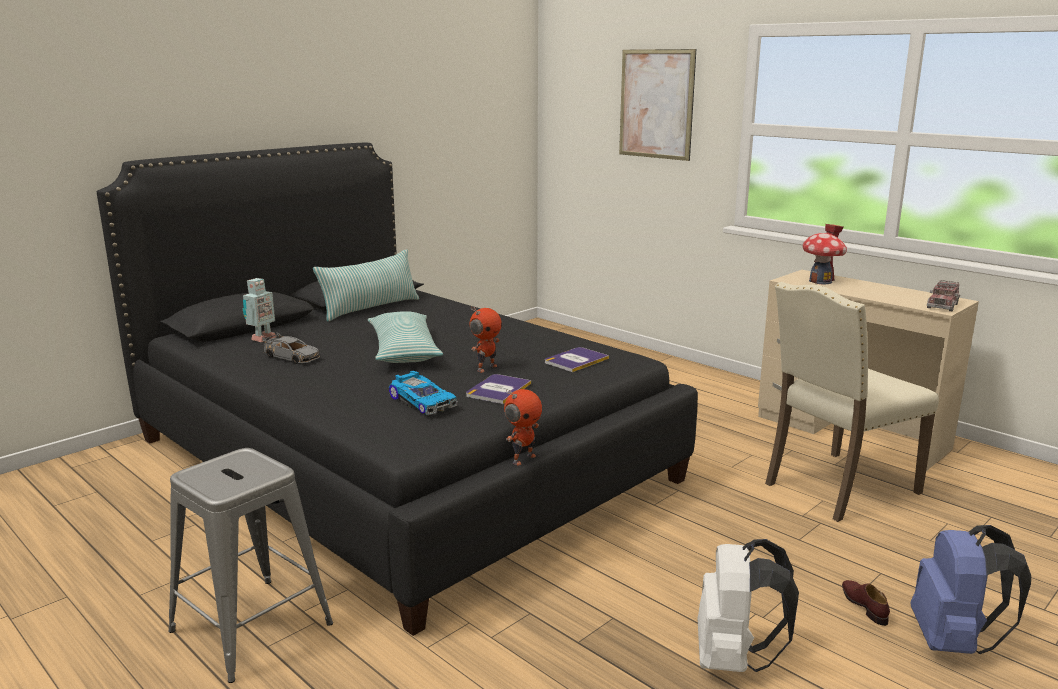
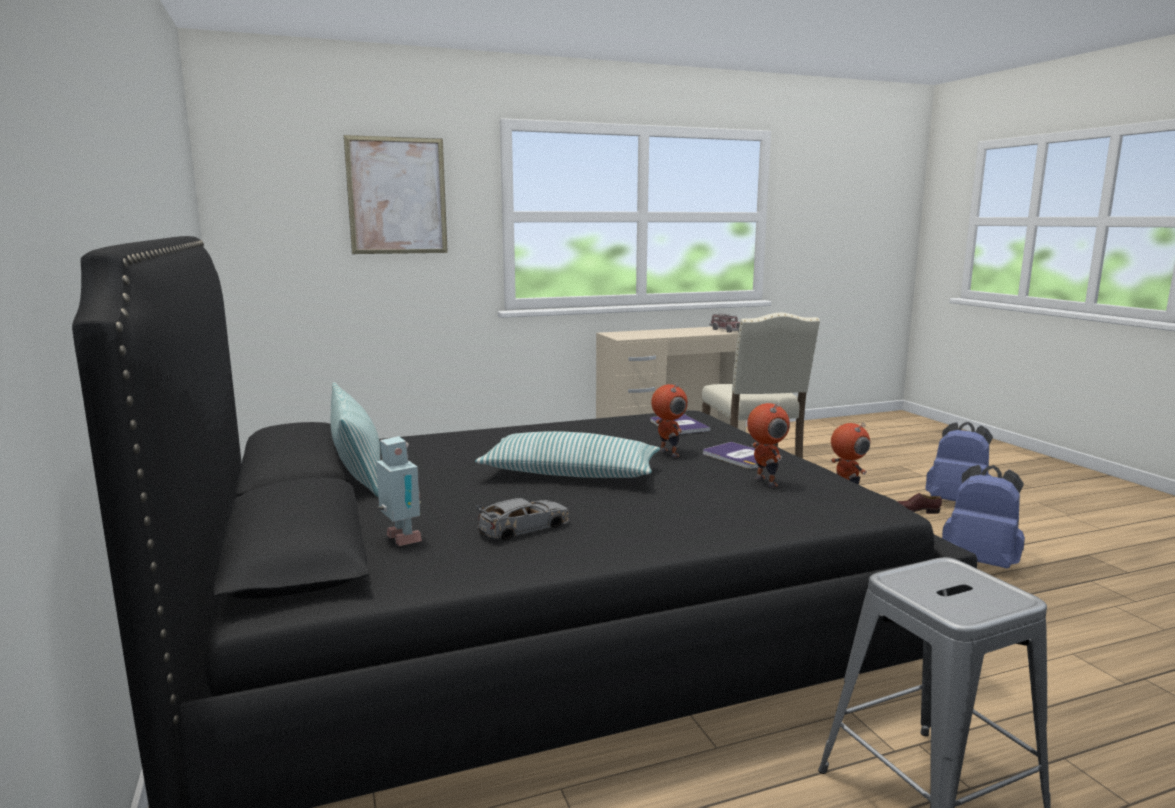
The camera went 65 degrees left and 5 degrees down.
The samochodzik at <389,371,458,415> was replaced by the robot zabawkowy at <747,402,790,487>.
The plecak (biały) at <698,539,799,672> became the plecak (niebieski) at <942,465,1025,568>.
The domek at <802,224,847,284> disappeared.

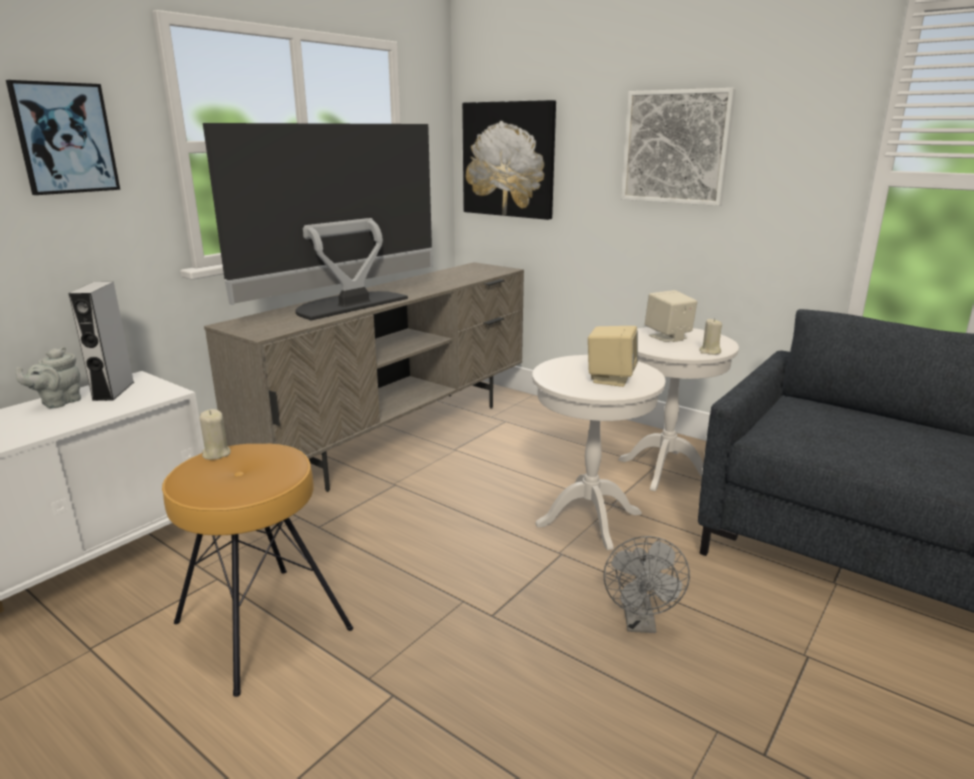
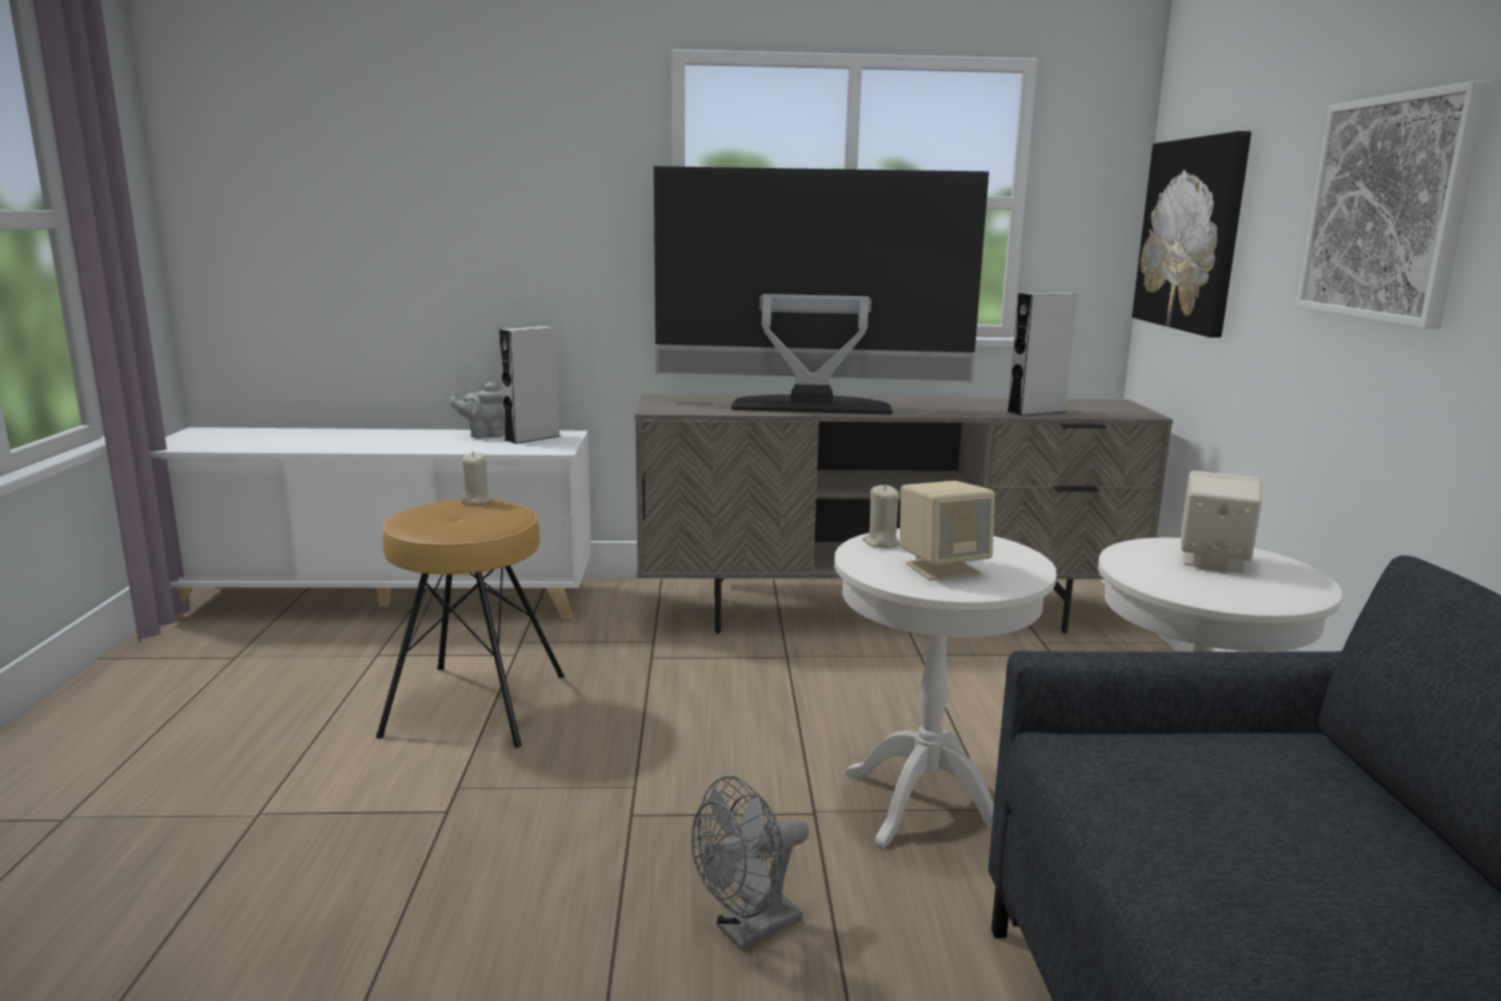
The camera went 50 degrees right and 5 degrees down.
The obraz at <6,80,120,195> disappeared.
The świeca (beżowy) moved from <699,318,722,355> to <862,485,900,548>.
The głośnik (szary) at <1006,292,1078,416> appeared.

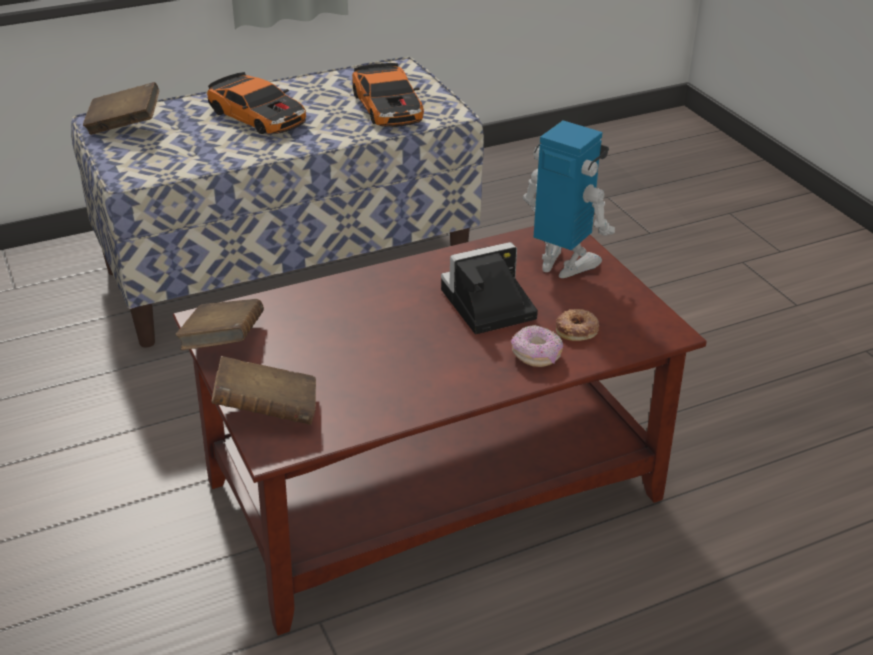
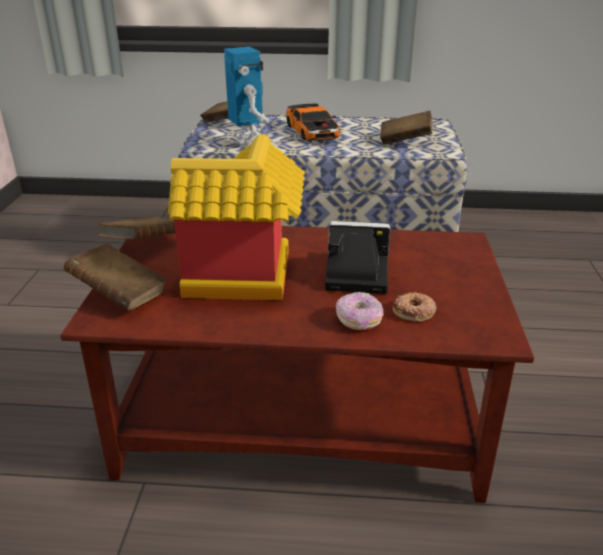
The camera went 30 degrees right and 5 degrees down.
The samochodzik at <352,63,424,127> was replaced by the książka (brązowy) at <380,111,433,145>.
The robot zabawkowy moved from <523,120,615,278> to <224,47,274,148>.
The domek at <168,134,305,300> appeared.

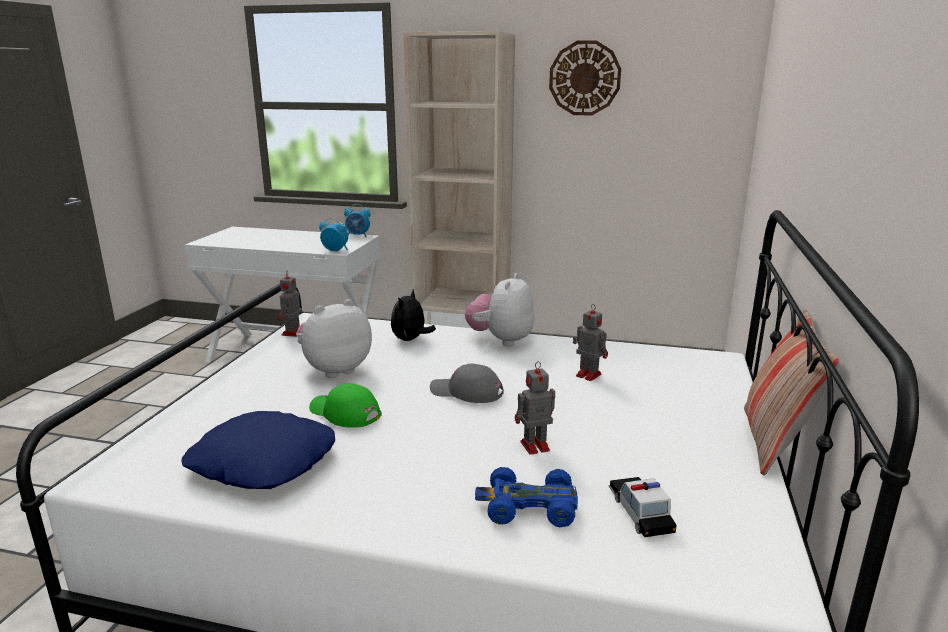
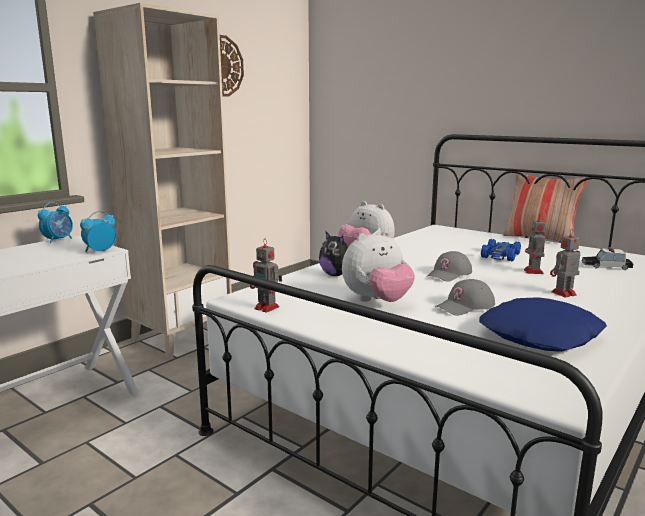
The camera went 65 degrees left and 5 degrees down.
The pluszak at <296,299,372,378> turned 105 degrees counterclockwise.
The czapka z daszkiem (zielony) at <309,383,382,428> became the czapka z daszkiem (szary) at <435,279,495,316>.
The samochodzik (niebieski) moved from <475,467,578,527> to <481,239,521,261>.
The robot zabawkowy moved from <573,304,608,381> to <550,229,580,298>.

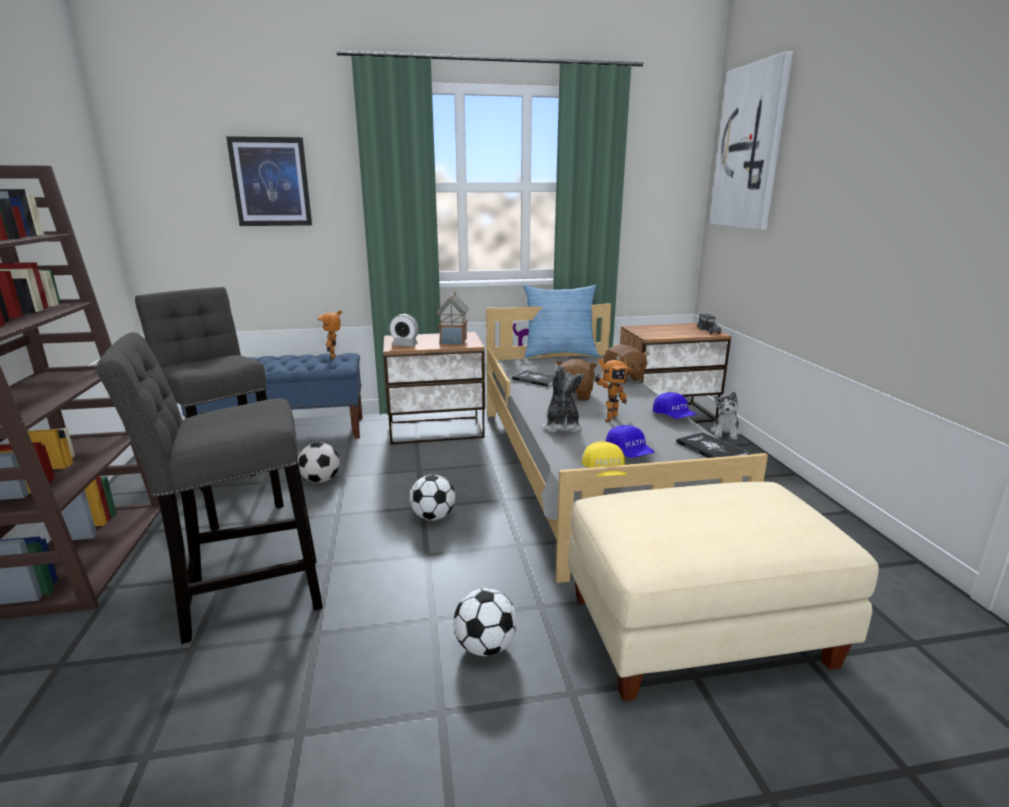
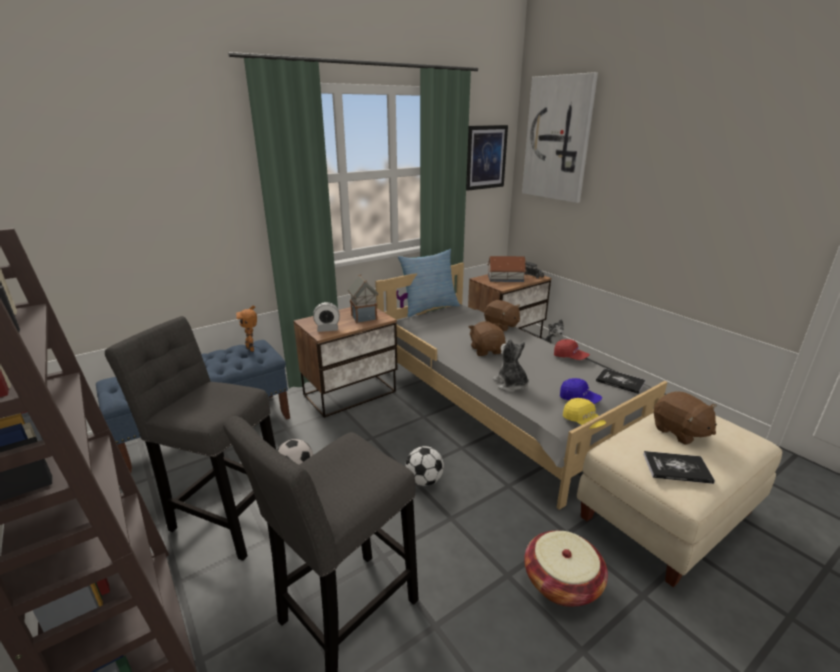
The camera went 25 degrees left and 5 degrees up.
The obraz moved from <226,136,312,226> to <466,125,508,191>.
The piłka futbolowa at <453,588,517,656> was replaced by the koszyk at <524,531,608,607>.
The książka moved from <512,370,555,387> to <643,451,715,484>.
The robot zabawkowy at <594,358,631,422> disappeared.
The czapka z daszkiem (niebieski) at <653,392,697,419> became the czapka z daszkiem (czerwony) at <554,339,590,360>.
The domek at <487,256,526,282> appeared.
The pluszak (brązowy) at <654,392,717,445> appeared.

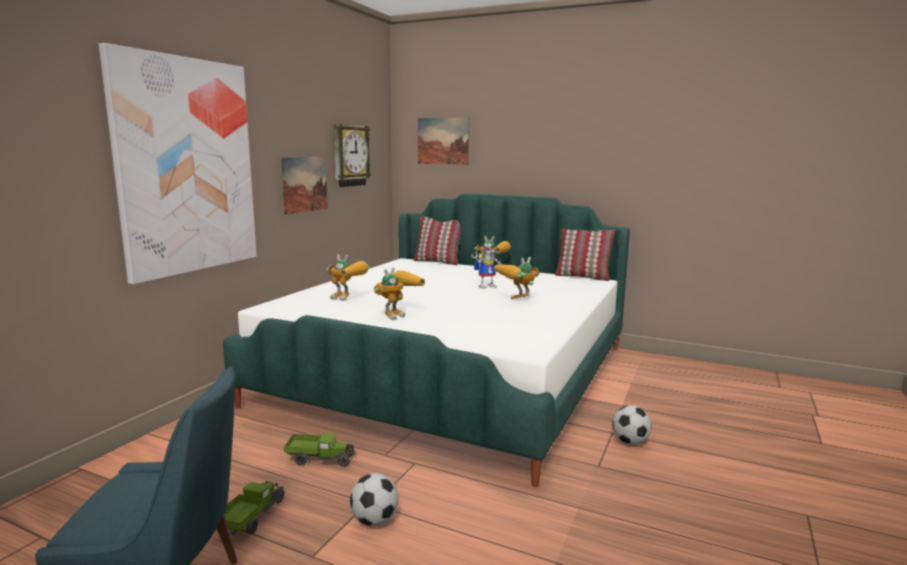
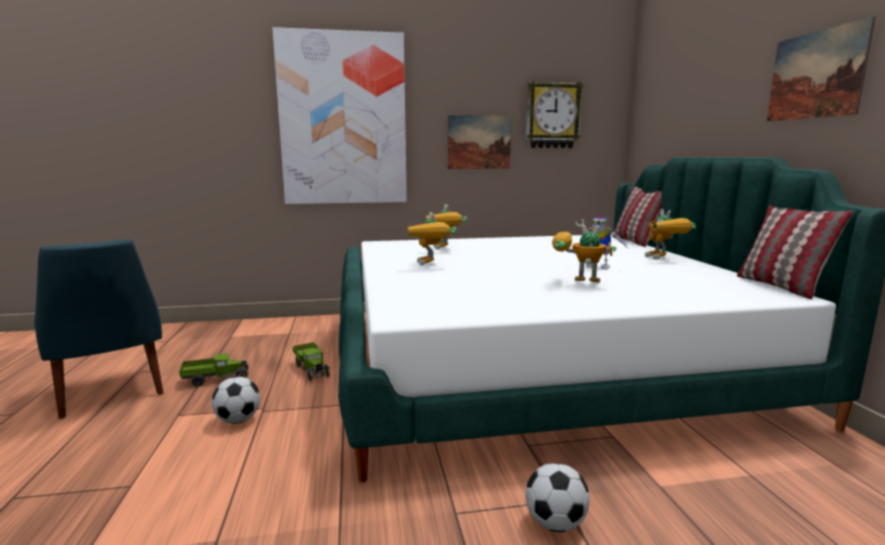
The camera went 55 degrees right and 0 degrees up.
The robot zabawkowy at <374,267,425,320> turned 75 degrees clockwise.
The obraz moved from <418,117,470,165> to <767,17,876,122>.

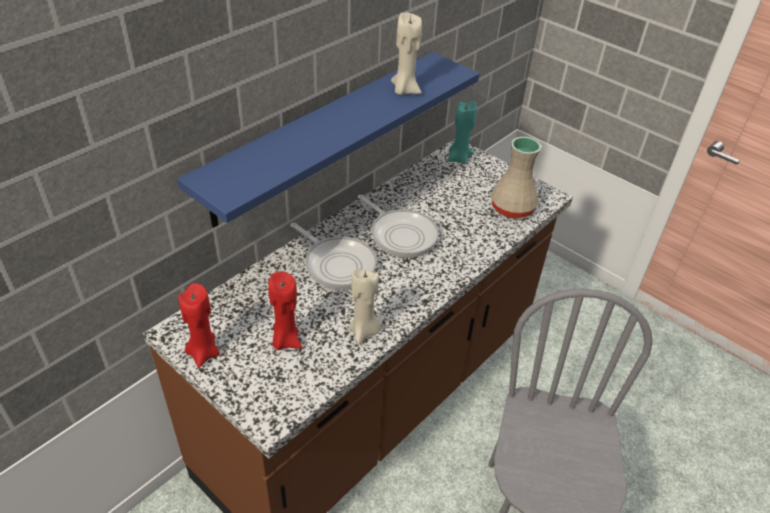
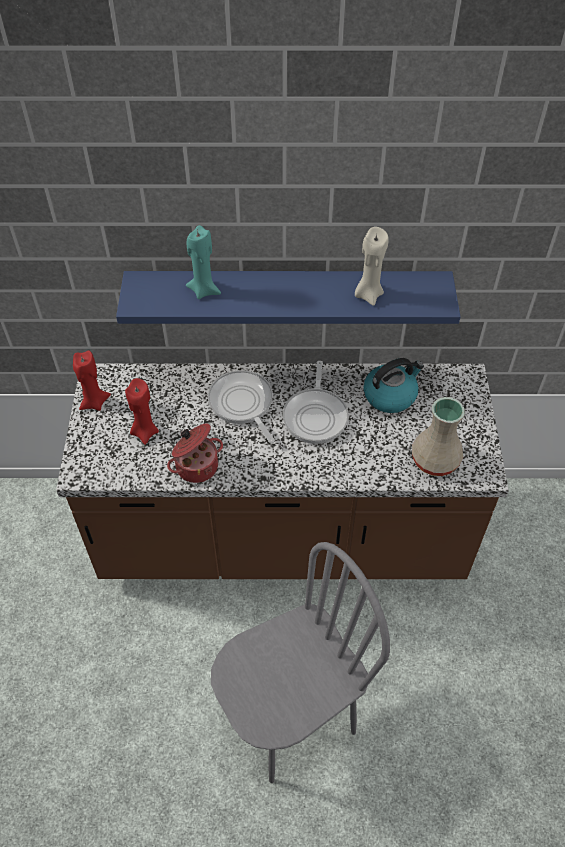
The camera went 50 degrees right and 10 degrees up.
The patelnia at <290,223,377,290> turned 150 degrees clockwise.
The świeca (beżowy) at <348,268,381,345> was replaced by the garnek at <167,424,223,483>.
The świeca (turkusowy) moved from <447,101,477,164> to <186,225,221,299>.
The czajnik at <363,358,424,413> appeared.

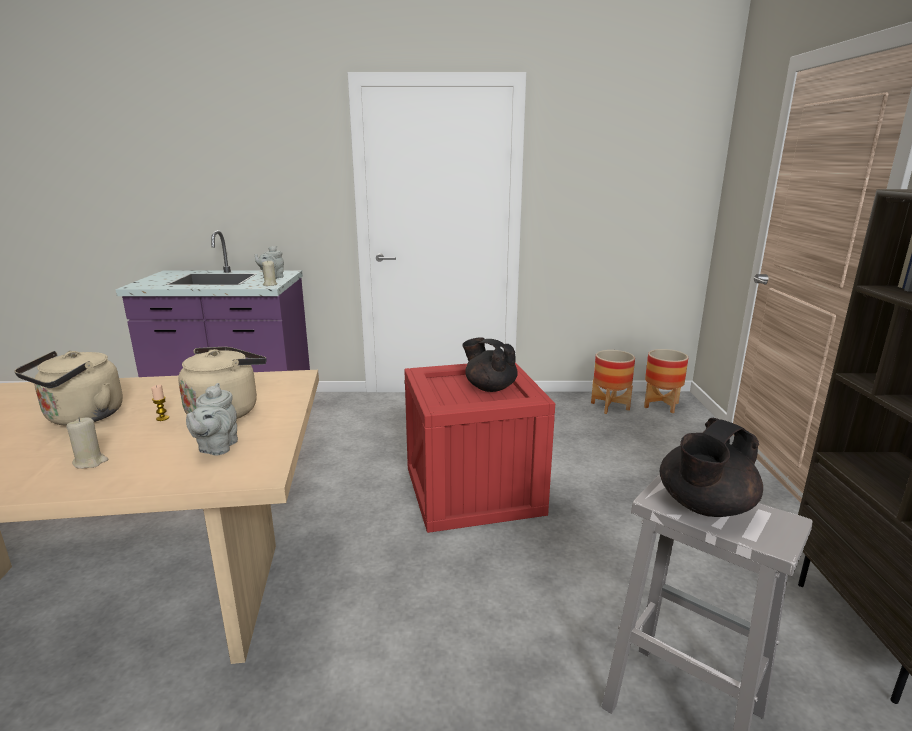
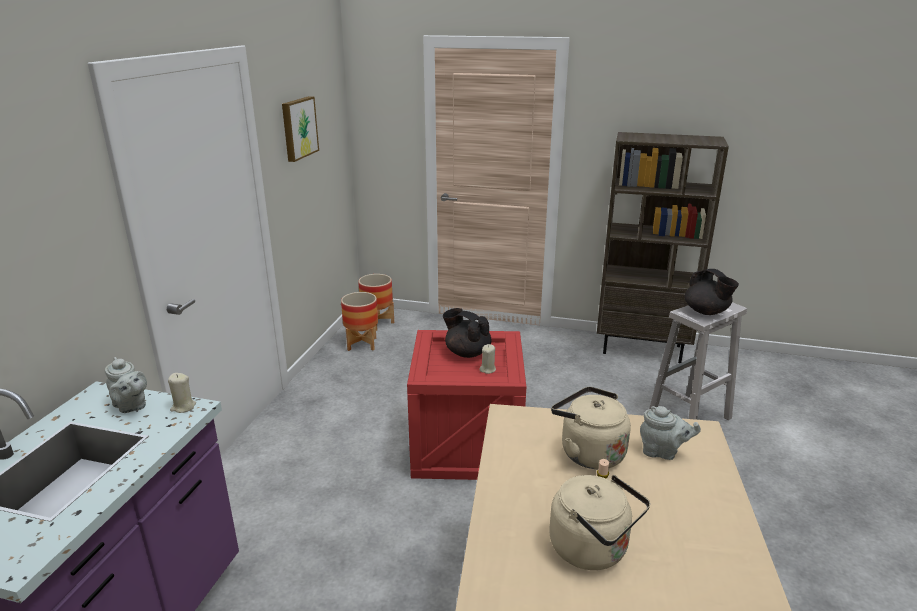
The camera went 75 degrees left and 5 degrees up.
The świeca (beżowy) moved from <66,417,108,469> to <479,344,496,374>.
The imbryk (czarny) at <462,337,518,392> turned 75 degrees clockwise.
The obraz at <282,96,319,162> appeared.

